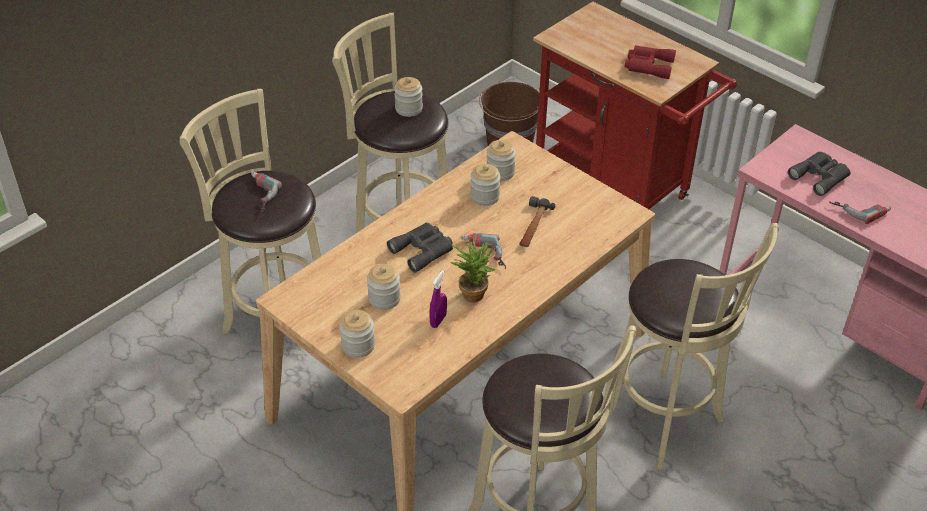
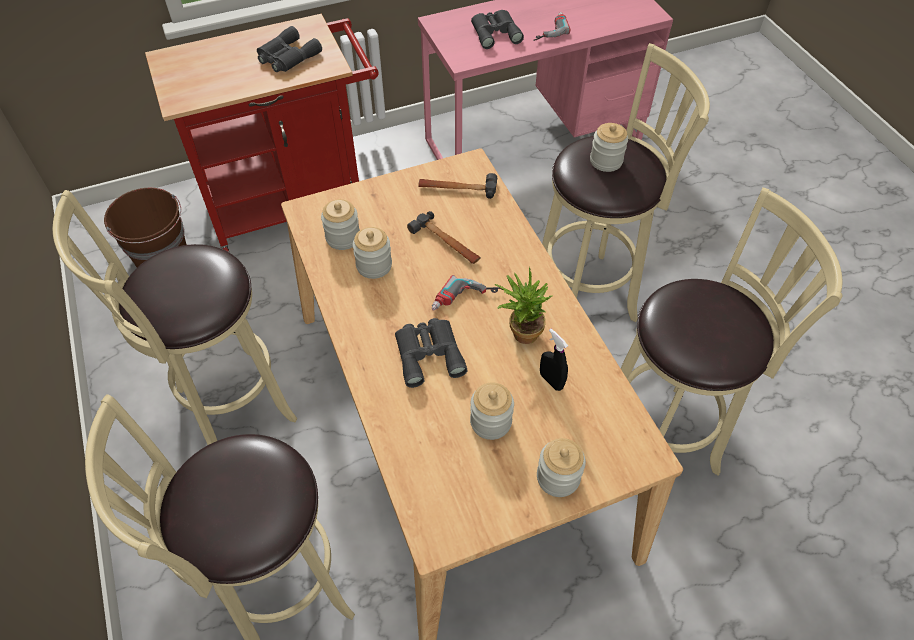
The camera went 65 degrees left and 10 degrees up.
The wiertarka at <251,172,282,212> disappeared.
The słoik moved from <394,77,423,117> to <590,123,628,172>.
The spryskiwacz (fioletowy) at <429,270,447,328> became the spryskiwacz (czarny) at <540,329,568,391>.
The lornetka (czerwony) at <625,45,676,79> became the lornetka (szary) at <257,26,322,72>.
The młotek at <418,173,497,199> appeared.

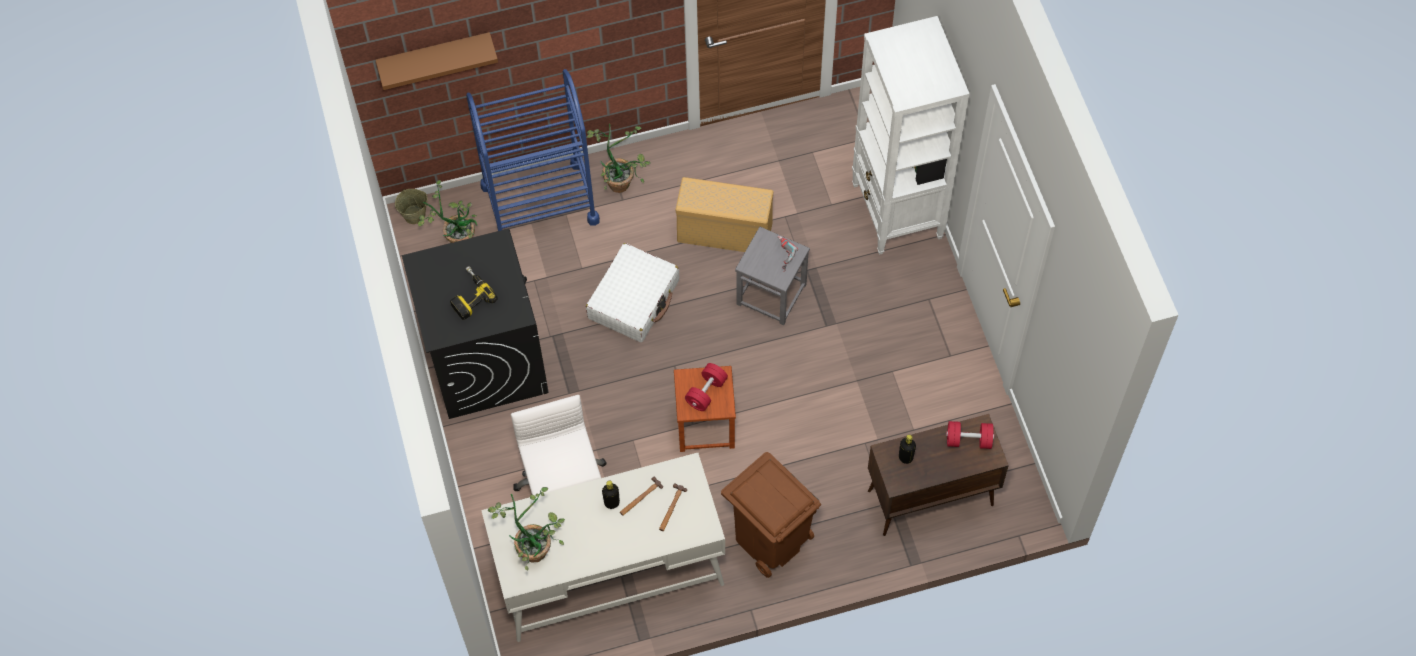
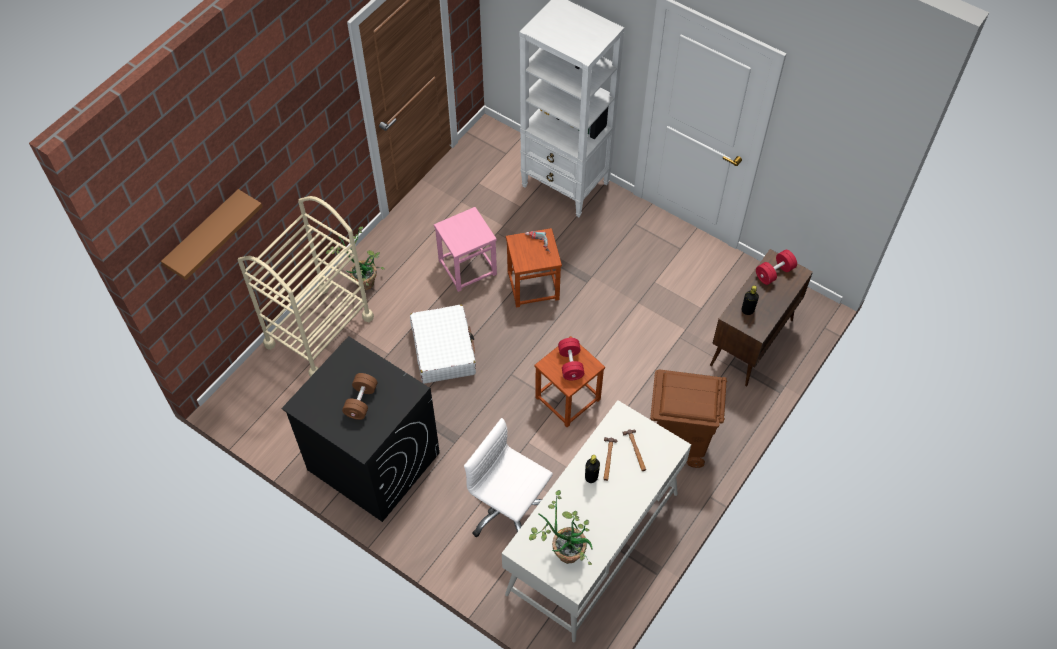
The camera went 40 degrees left and 5 degrees down.
The wiadro (beżowy) at <395,189,428,224> disappeared.
The roślina doniczkowa at <418,180,477,243> disappeared.
The wiertarka at <450,266,498,320> was replaced by the hantel (brązowy) at <342,373,378,420>.
The wózek (niebieski) at <466,69,600,231> became the wózek (beżowy) at <238,196,374,377>.
The pojemnik do przechowywania (beżowy) at <676,177,773,252> was replaced by the stołek (różowy) at <434,207,497,292>.
The stołek (szary) at <735,227,810,325> became the stołek (brązowy) at <506,228,562,307>.

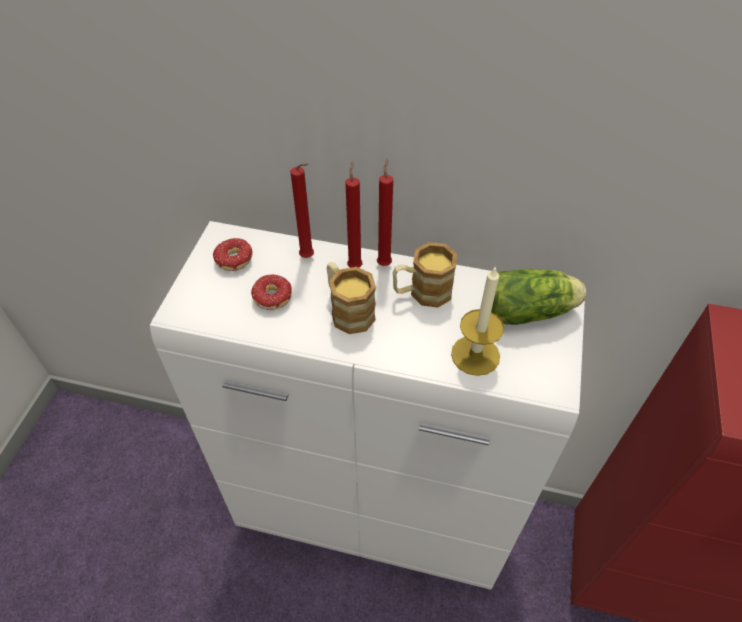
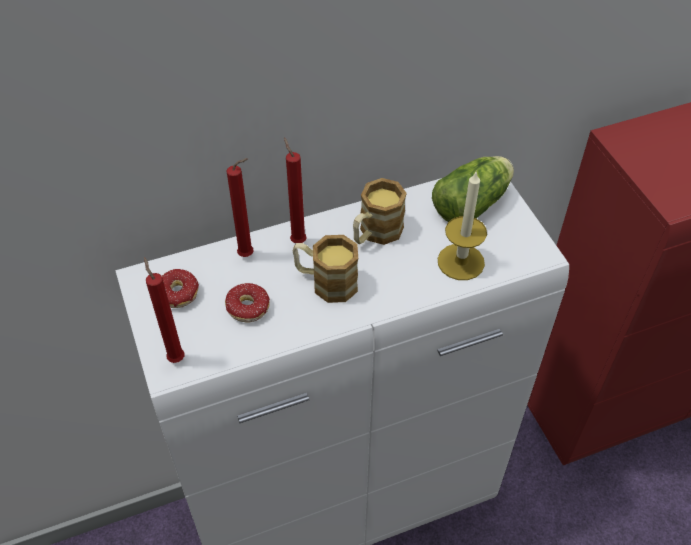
The camera went 35 degrees left and 0 degrees up.
The świeca (czerwony) moved from <377,158,393,266> to <144,257,185,363>.

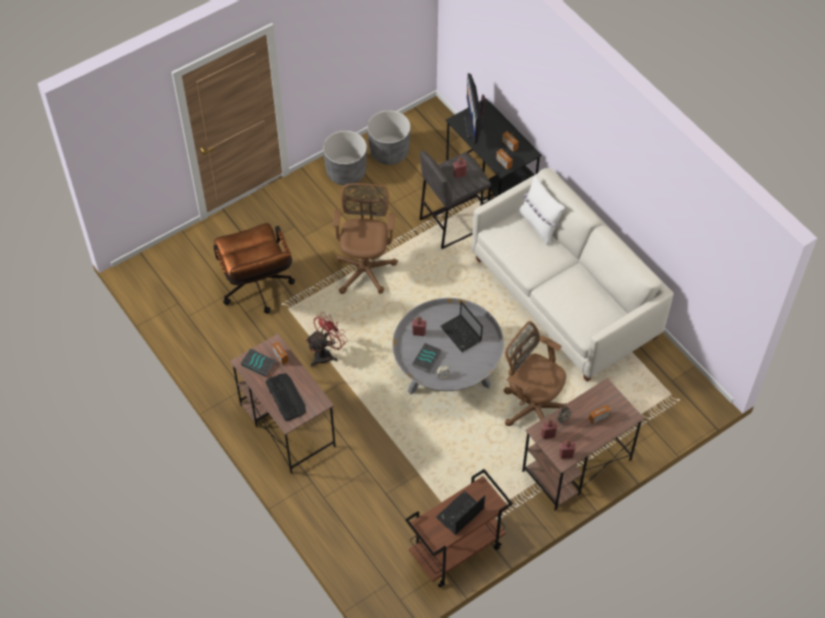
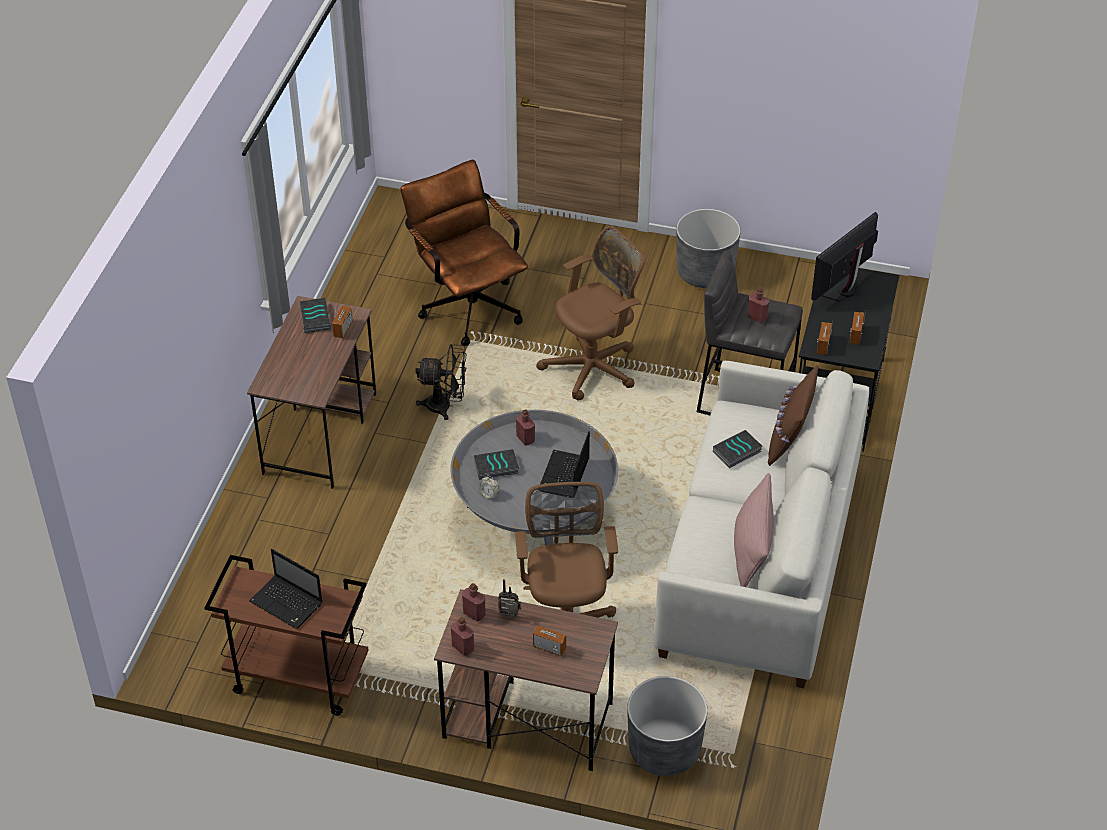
The camera went 50 degrees right and 10 degrees down.
The krzesło biurowe (brązowy) at <213,223,295,314> turned 120 degrees clockwise.
The klawiatura at <266,373,306,421> disappeared.
The wentylator (czerwony) at <306,313,348,367> became the wentylator (czarny) at <415,344,466,420>.
The donica (szary) moved from <367,110,411,165> to <627,676,708,776>.
The laptop at <436,491,485,535> turned 150 degrees counterclockwise.
The poduszka (biały) at <518,175,565,245> became the poduszka (brązowy) at <768,365,819,466>.
The książka at <713,430,762,468> appeared.
The poduszka (różowy) at <734,473,774,587> appeared.

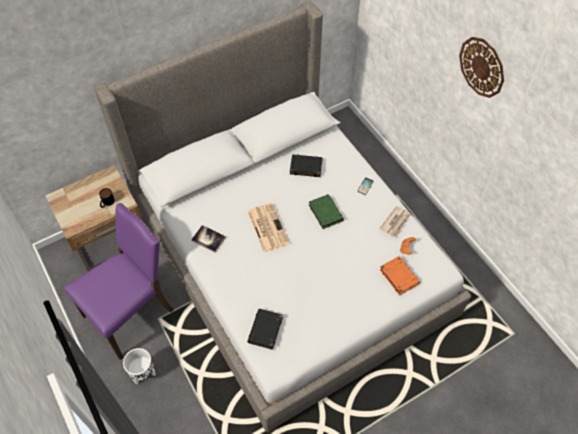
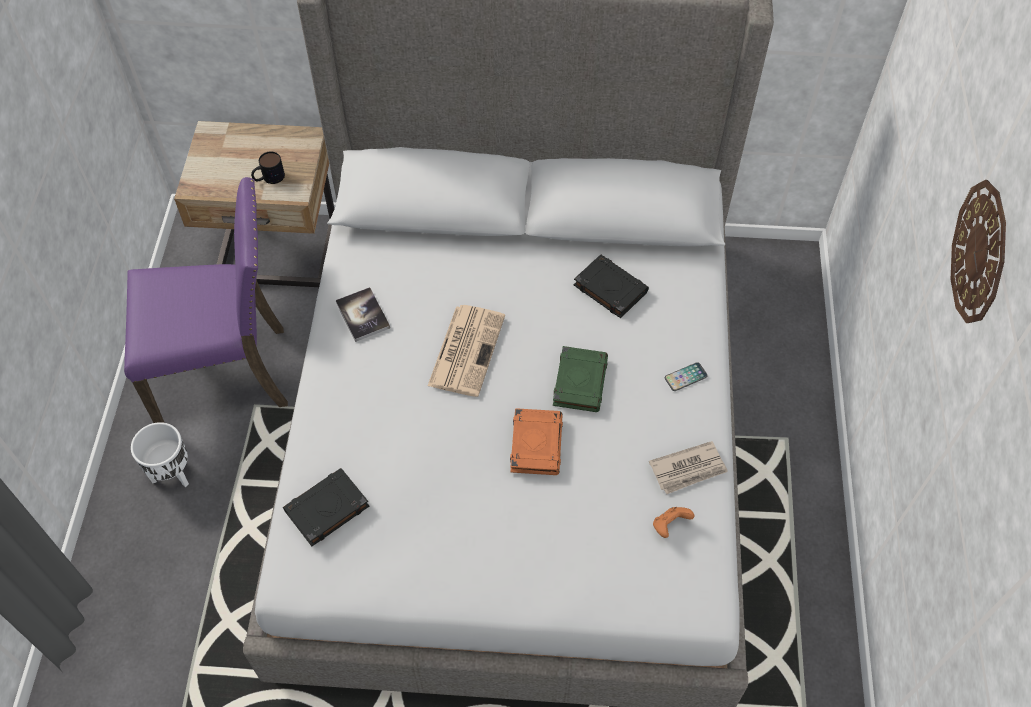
The camera went 35 degrees right and 0 degrees up.
The książka (pomarańczowy) moved from <379,256,420,296> to <510,408,563,475>.

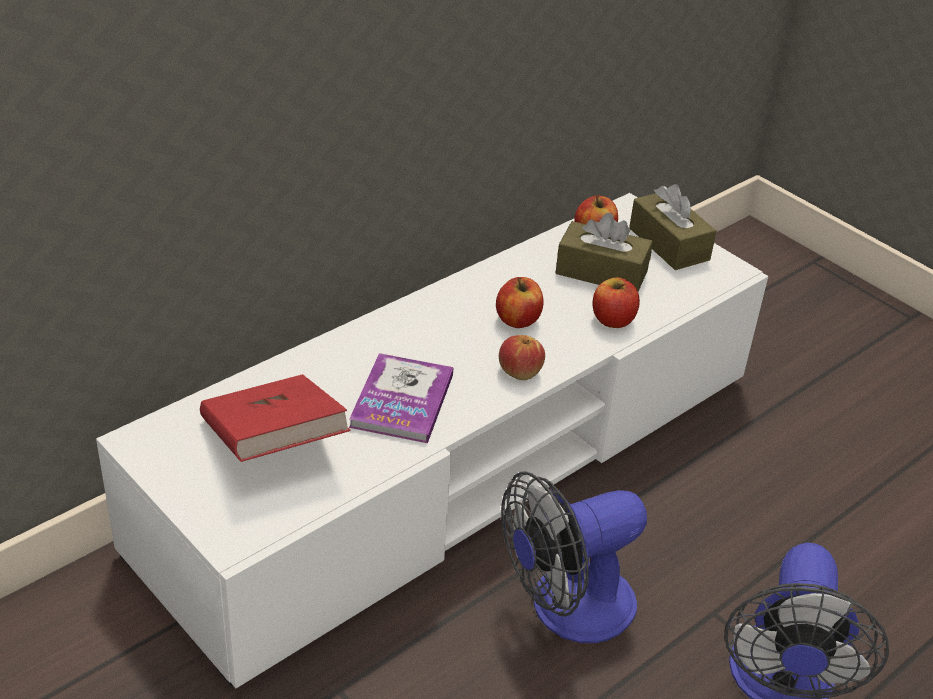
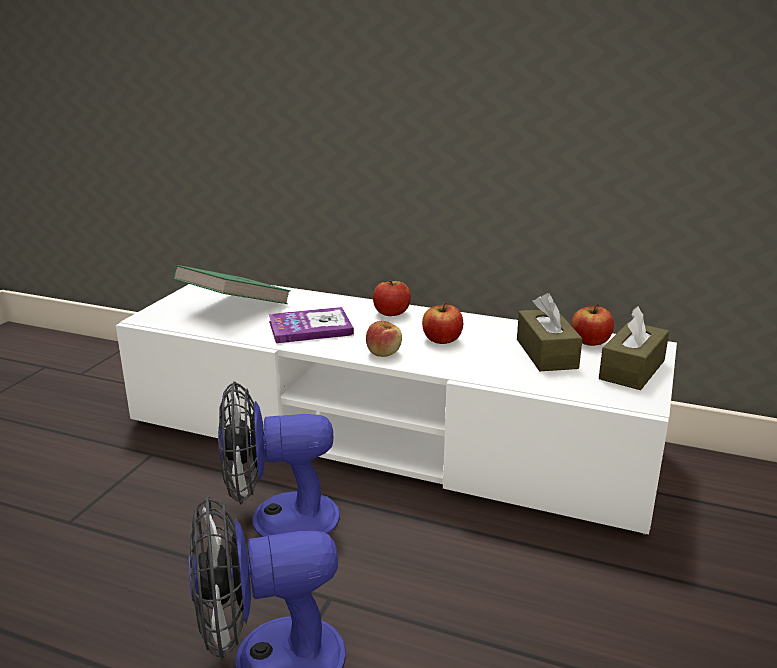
The camera went 65 degrees right and 15 degrees down.
The książka (czerwony) at <200,374,351,462> became the książka (zielony) at <173,265,291,304>.
The wentylator at <501,471,647,643> turned 45 degrees counterclockwise.
The jabłko moved from <593,277,640,328> to <373,280,411,316>.

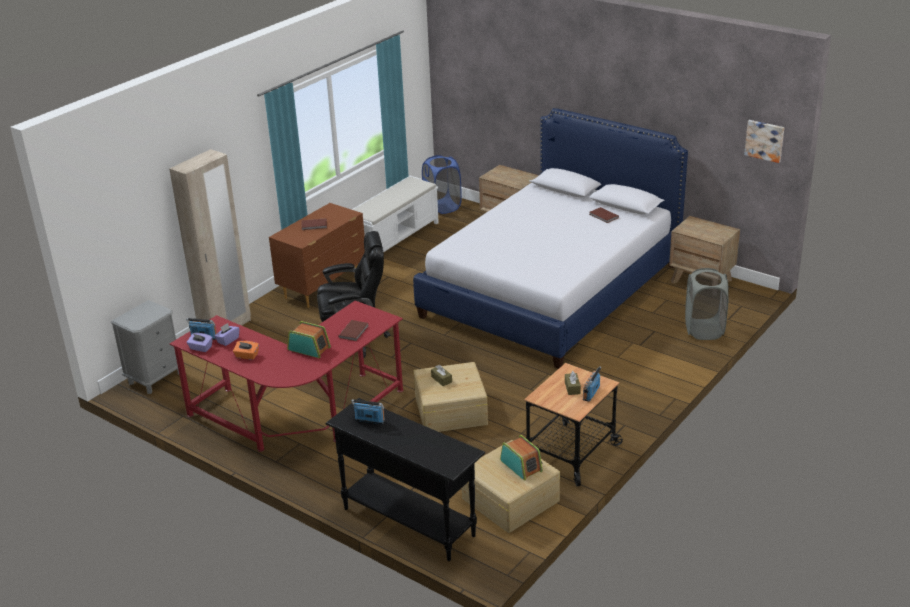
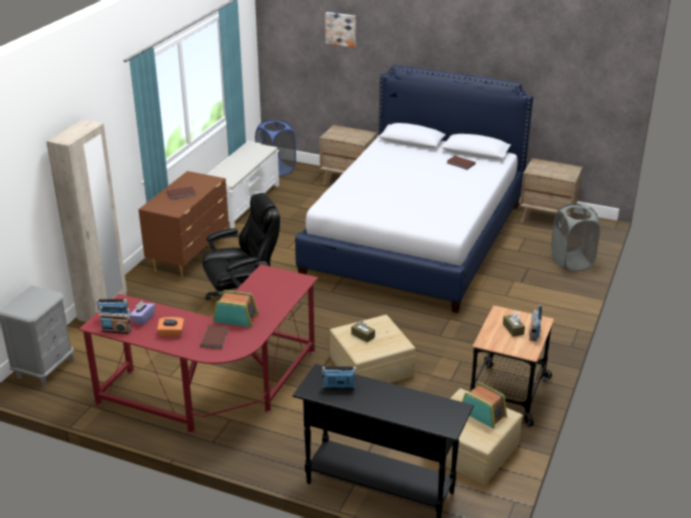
The camera went 15 degrees left and 0 degrees up.
The pudełko chusteczek (fioletowy) at <187,333,213,352> was replaced by the radio at <99,306,131,334>.
The książka (brązowy) moved from <338,320,368,341> to <200,325,229,349>.
The obraz moved from <744,120,784,163> to <325,12,356,48>.

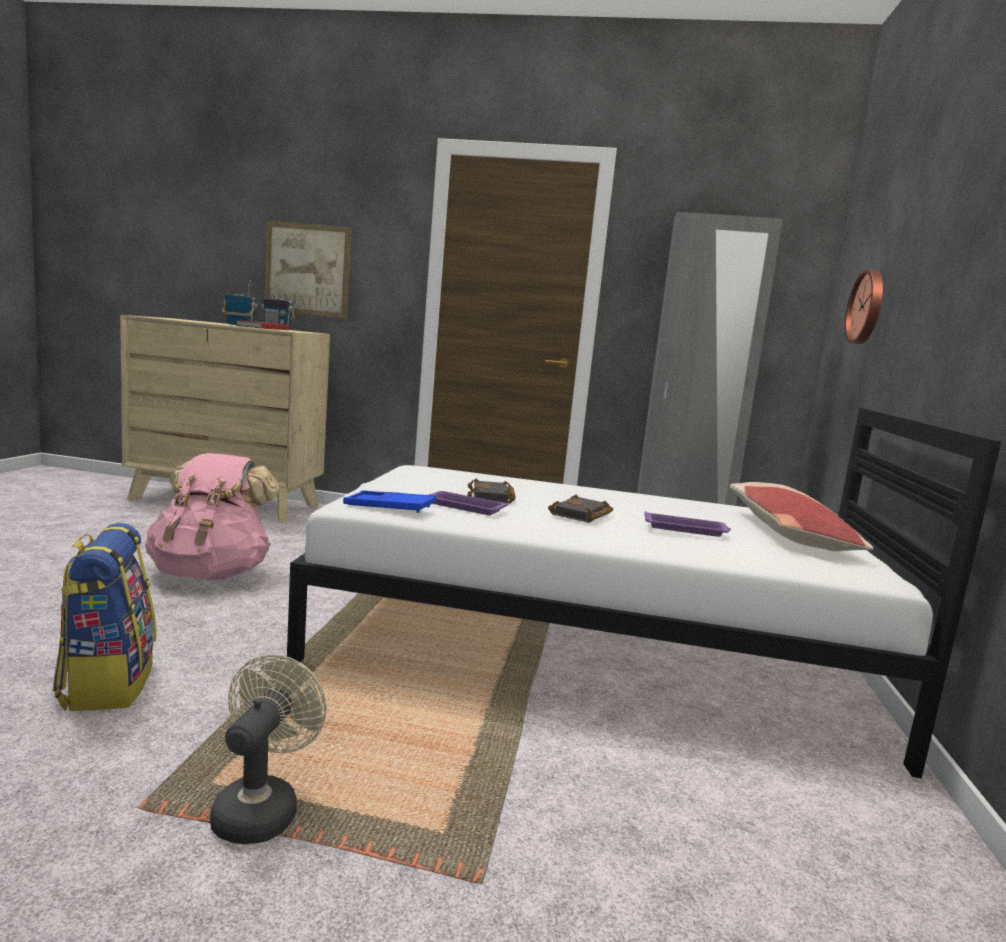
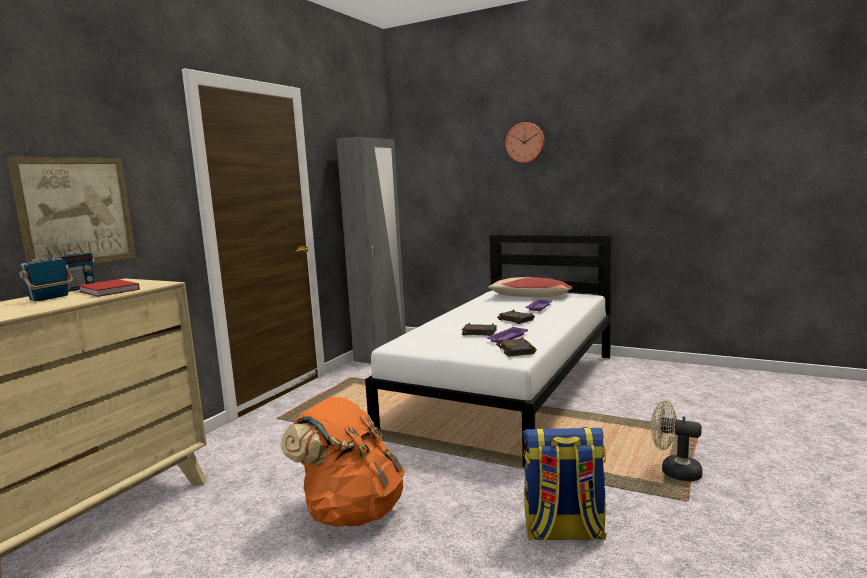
The camera went 70 degrees left and 0 degrees up.
The plecak (różowy) at <145,453,280,580> became the plecak (pomarańczowy) at <280,397,405,527>.
The taca (niebieski) at <343,490,436,513> was replaced by the książka (czarny) at <496,338,537,357>.
The zegar ścienny moved from <845,269,883,344> to <505,122,545,163>.

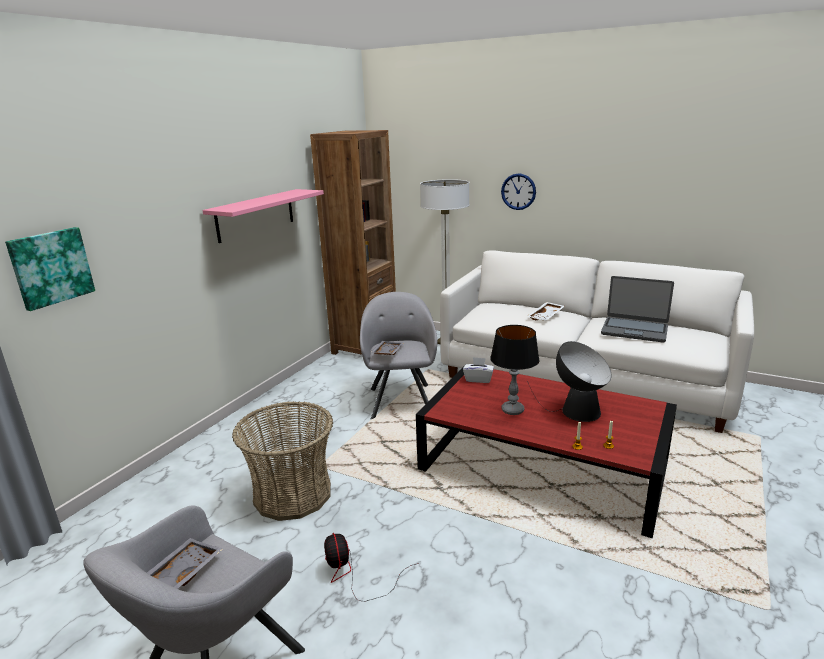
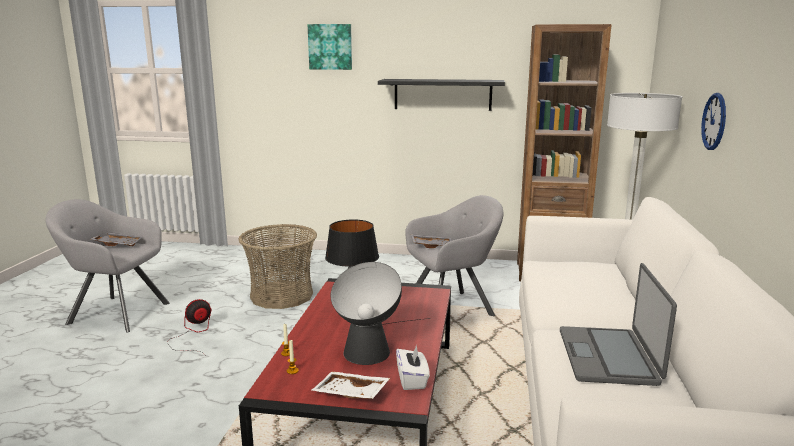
The camera went 70 degrees right and 5 degrees down.
The obraz moved from <5,227,95,311> to <308,24,352,70>.
The półka (różowy) at <202,189,324,243> became the półka (czarny) at <378,79,505,111>.
The pudełko chusteczek (biały) moved from <463,357,494,383> to <396,345,430,390>.
The taca (biały) moved from <528,302,565,321> to <312,372,390,399>.

